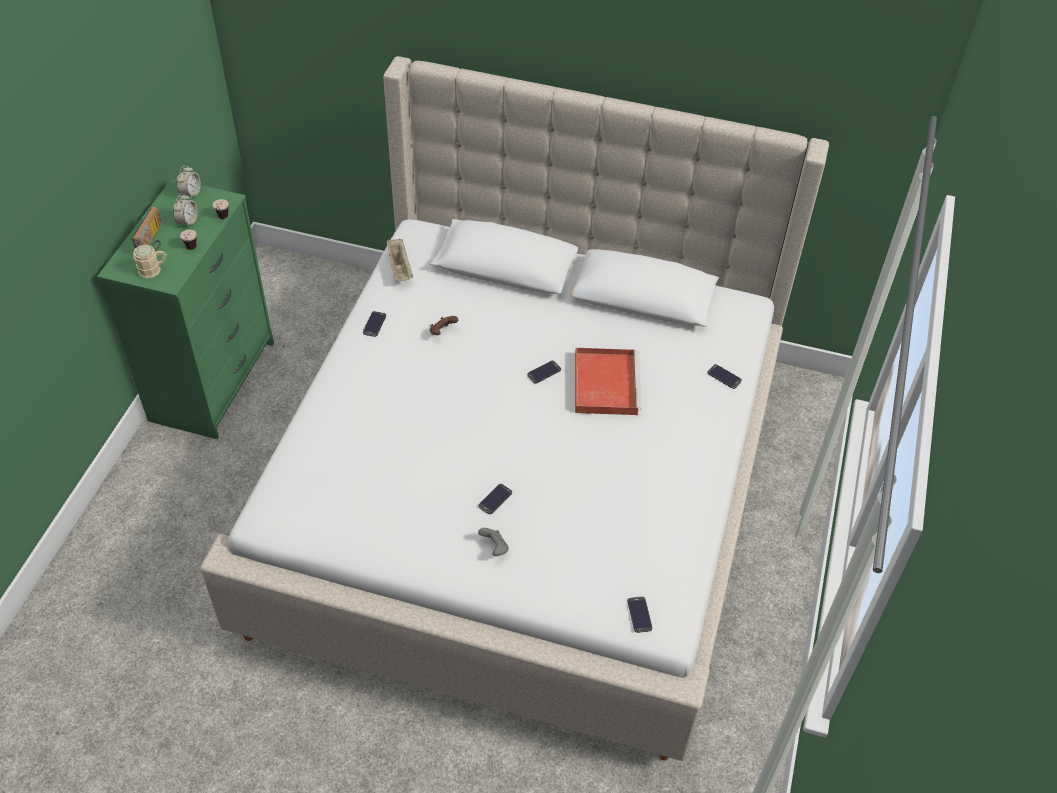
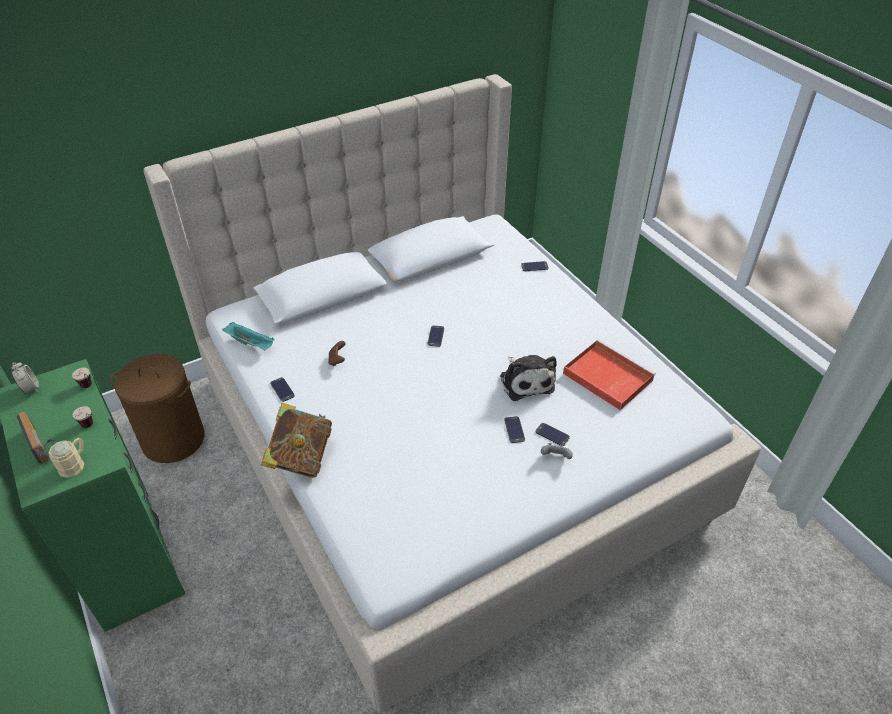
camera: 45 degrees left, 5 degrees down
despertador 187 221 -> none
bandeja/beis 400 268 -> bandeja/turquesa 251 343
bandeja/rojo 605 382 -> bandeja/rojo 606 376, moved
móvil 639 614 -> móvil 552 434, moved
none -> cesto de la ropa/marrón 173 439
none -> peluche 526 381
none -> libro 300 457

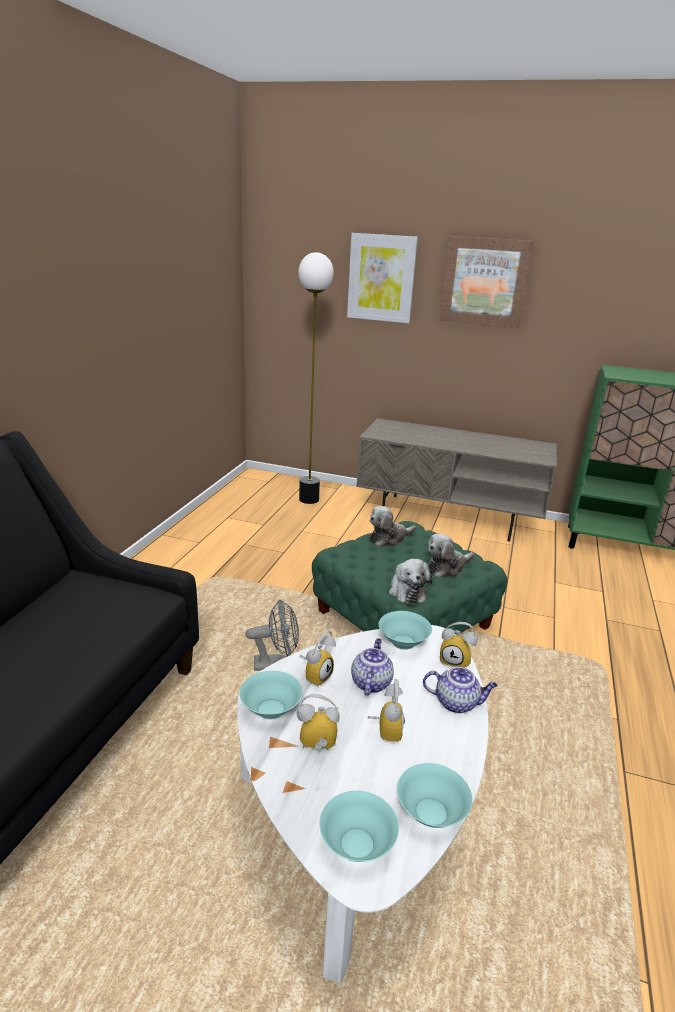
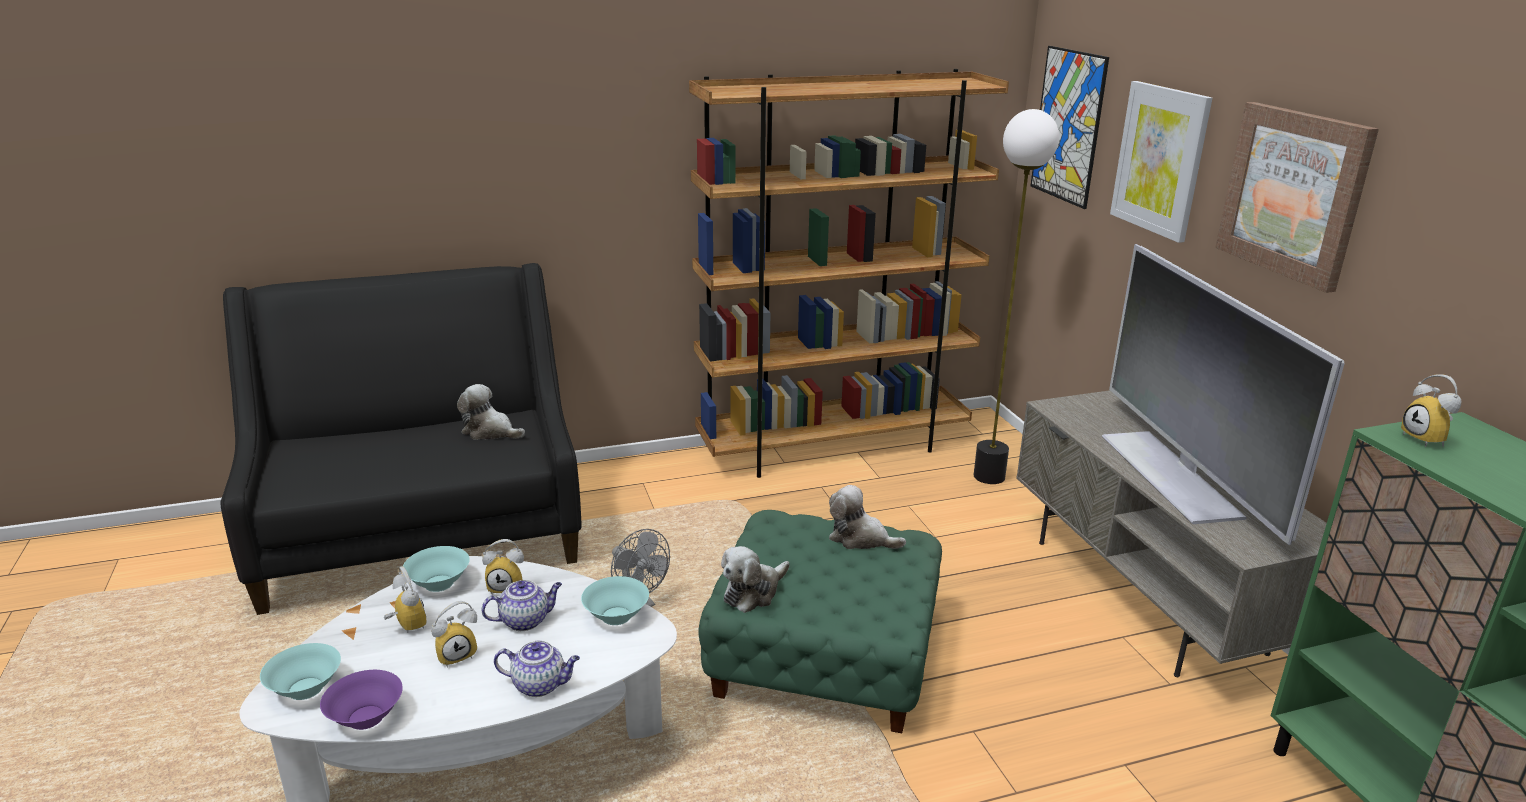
camera: 55 degrees right, 0 degrees up
peluche 447 567 -> peluche 490 431, moved
despertador 456 661 -> despertador 1428 440, moved
tetera 457 703 -> tetera 540 685, 60 degrees counterclockwise
cuenco/turquesa 432 813 -> cuenco/morado 365 718
none -> cuadro 1068 126
none -> estantería/marrón 833 447
none -> televisor 1172 474

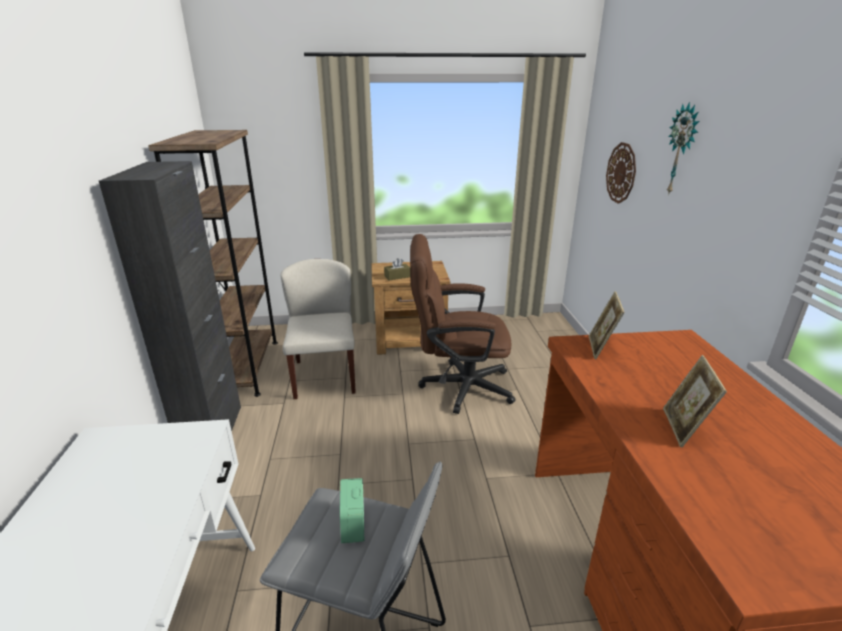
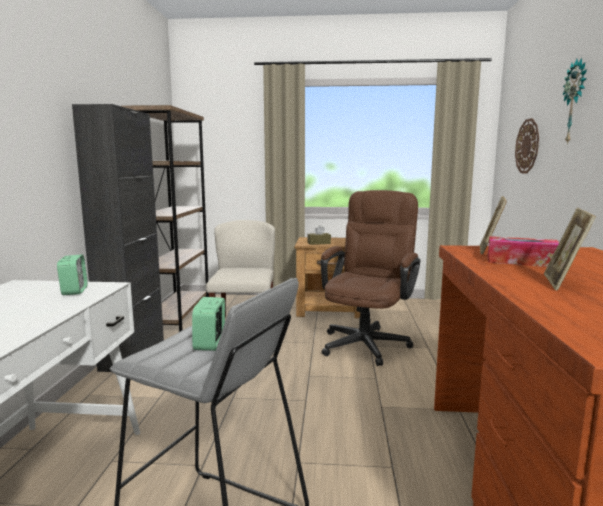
camera: 10 degrees right, 15 degrees down
silla de oficina/marrón 457 386 -> silla de oficina/marrón 367 341, 105 degrees clockwise
none -> caja de pañuelos 521 261
none -> despertador 74 291

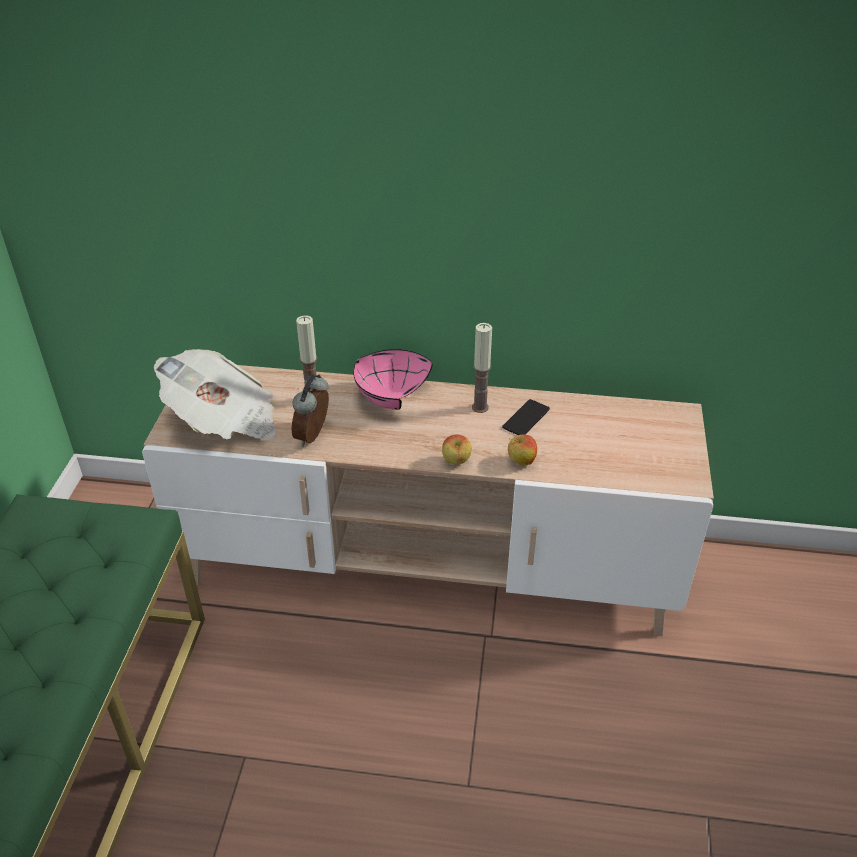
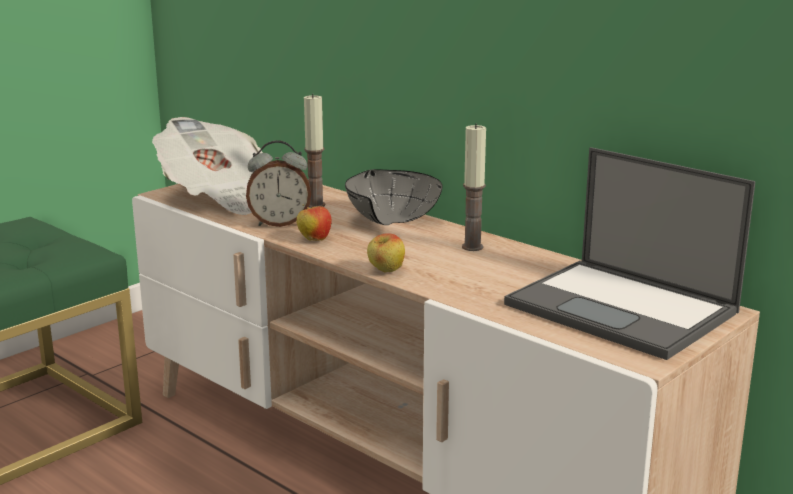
camera: 35 degrees right, 20 degrees down
cuenco/rosa 387 398 -> cuenco/gris 387 220
despertador 314 436 -> despertador 279 223, 150 degrees counterclockwise
móvil 526 418 -> none
manzana 521 461 -> manzana 314 240, moved
none -> portátil 624 309

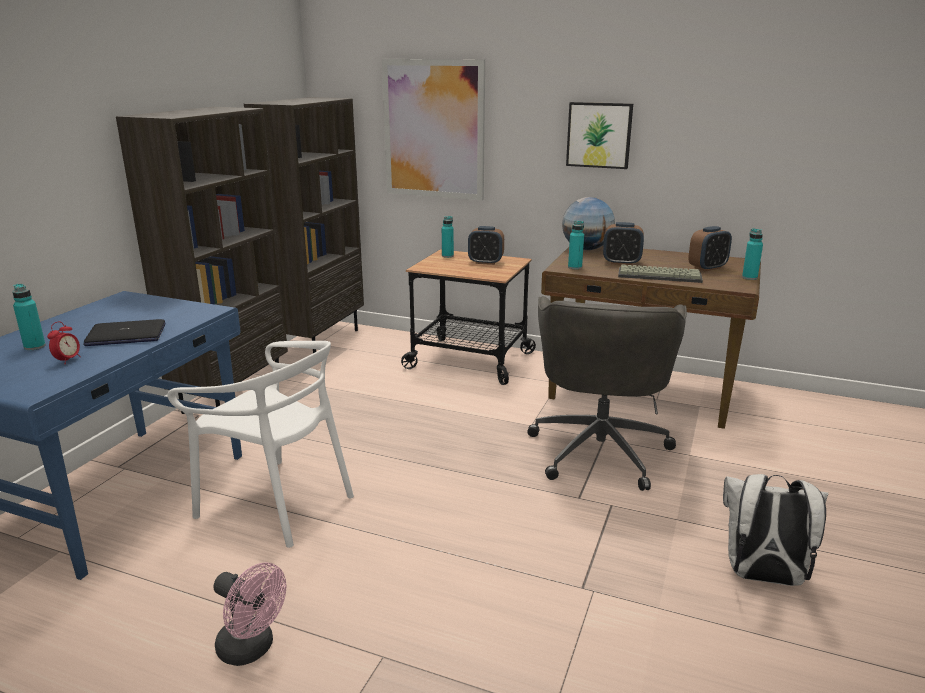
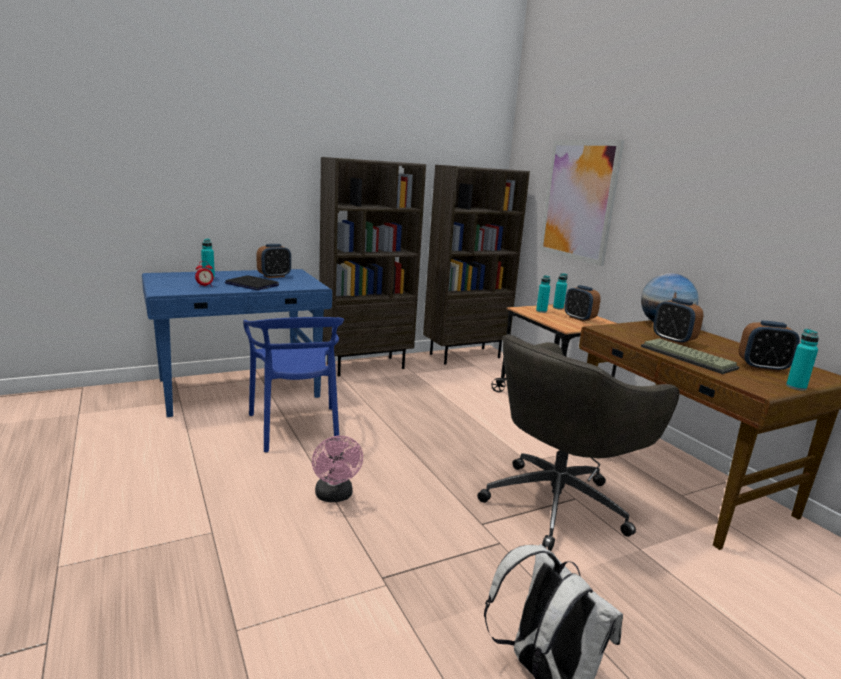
camera: 40 degrees right, 5 degrees down
cuadro 599 135 -> none
botella/turquesa 575 267 -> botella/turquesa 541 311, moved
silla/blanco 277 503 -> silla/azul 296 428
ventilador/rosa 252 649 -> ventilador/rosa 335 496, moved
none -> despertador 274 276

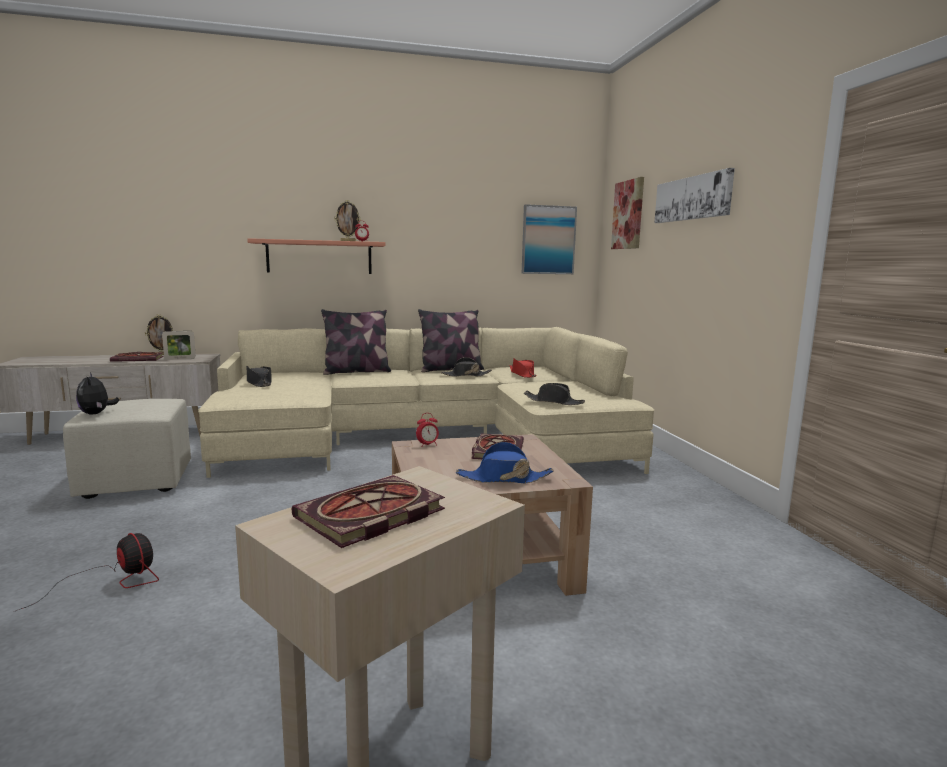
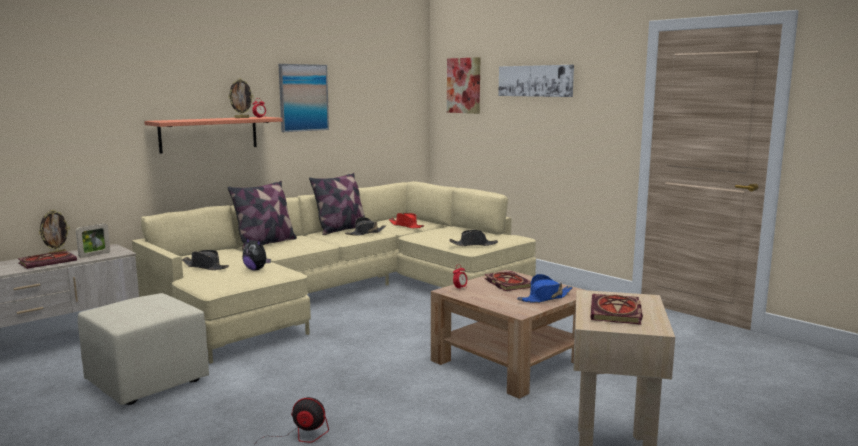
camera: 30 degrees left, 0 degrees up
cuadro 548 240 -> cuadro 303 97, moved
peluche 96 413 -> peluche 256 269, moved

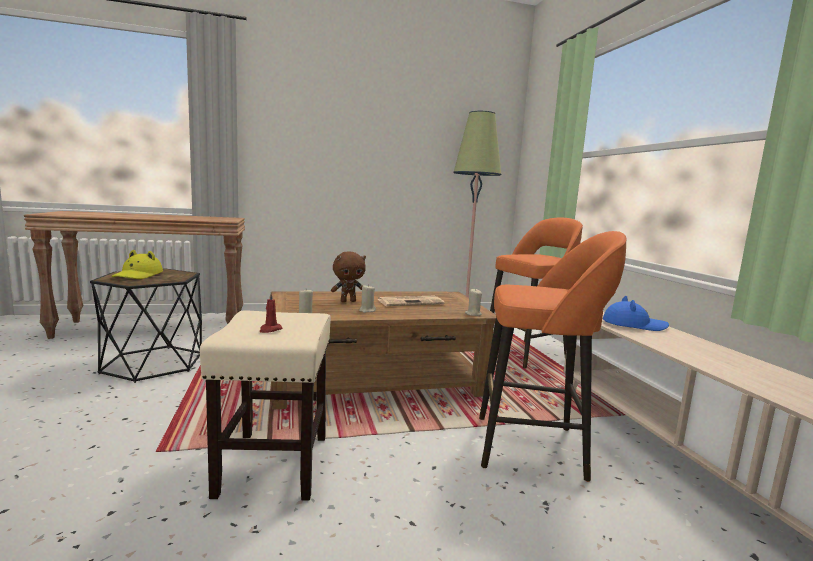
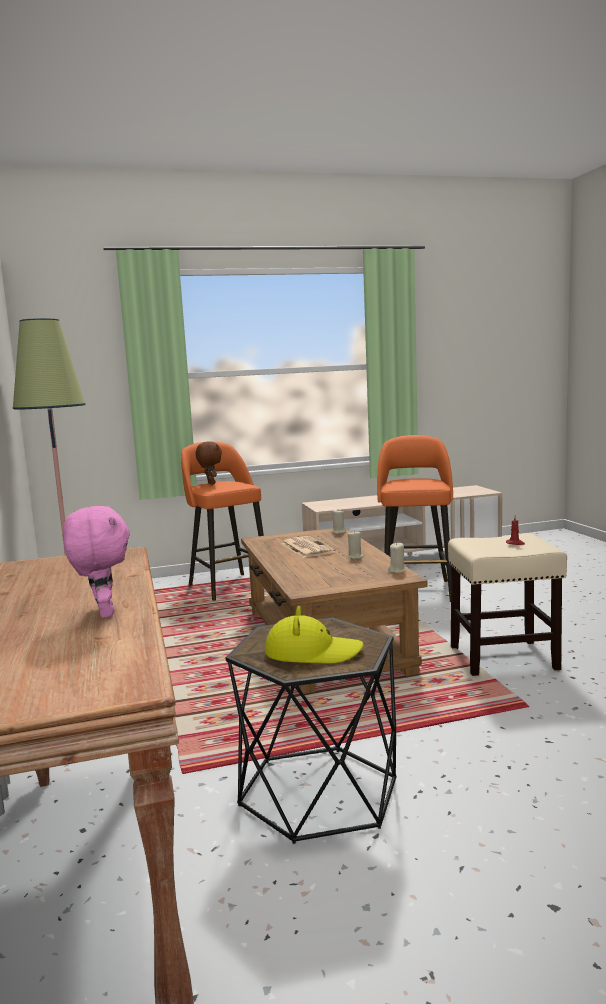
camera: 90 degrees left, 0 degrees up
peluche/marrón 348 301 -> peluche/marrón 210 483, moved
sombrero/azul 633 325 -> none
none -> peluche/rosa 103 613

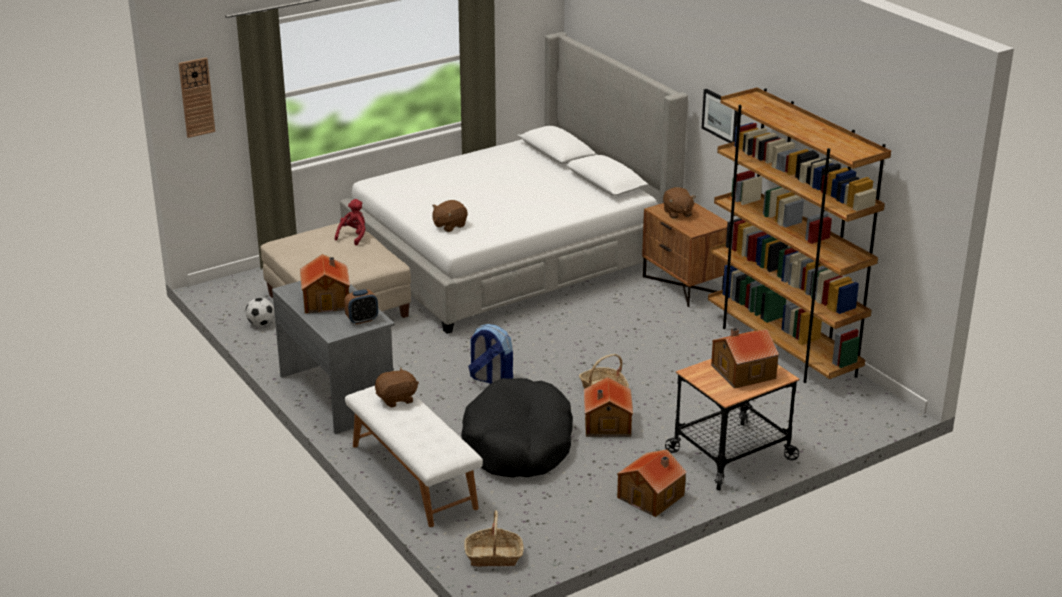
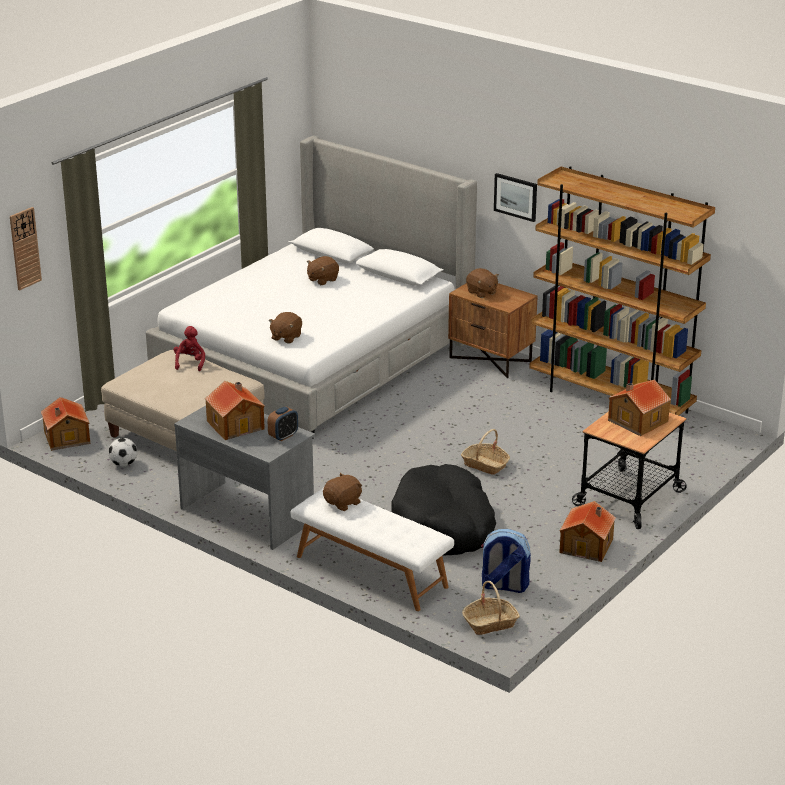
camera: 20 degrees left, 0 degrees up
mochila 491 380 -> mochila 504 586, moved
casita 606 424 -> casita 66 438, moved
none -> peluche/marrón 322 280

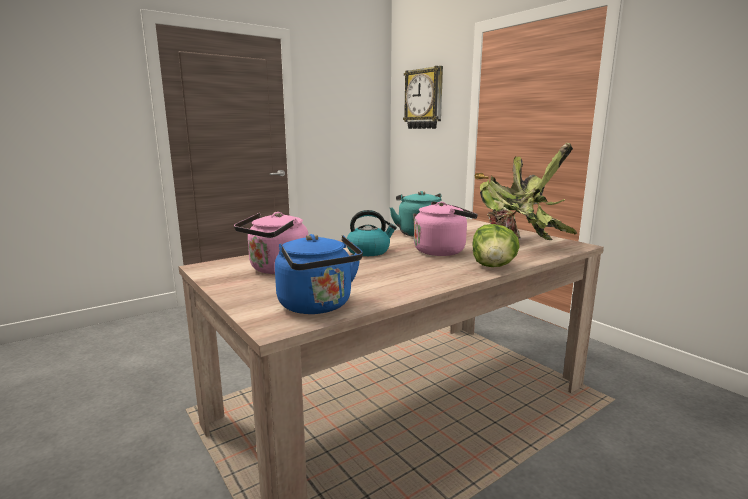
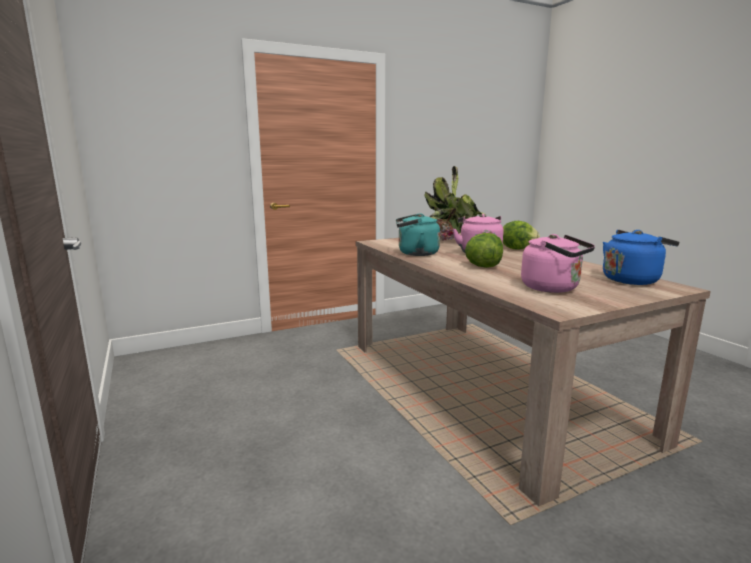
camera: 80 degrees left, 0 degrees up
reloj de pared 424 99 -> none
hervidor 369 251 -> lechuga 483 266

